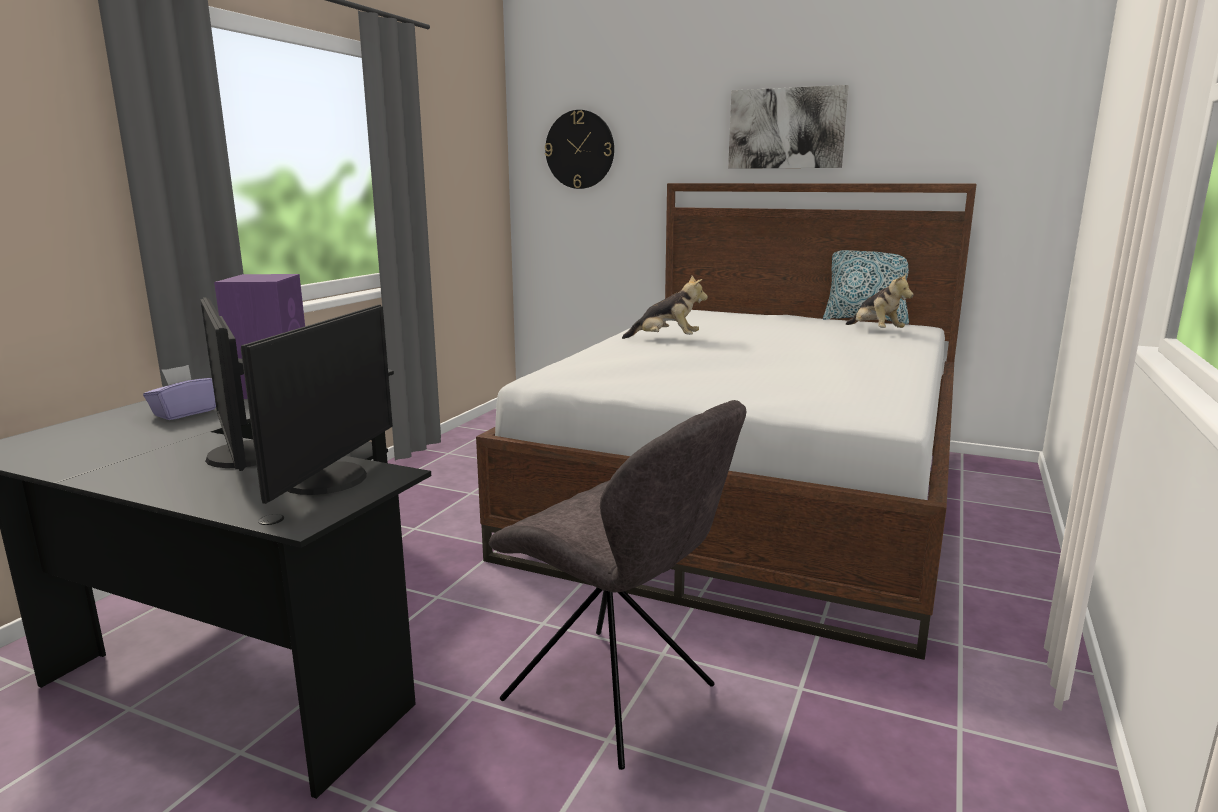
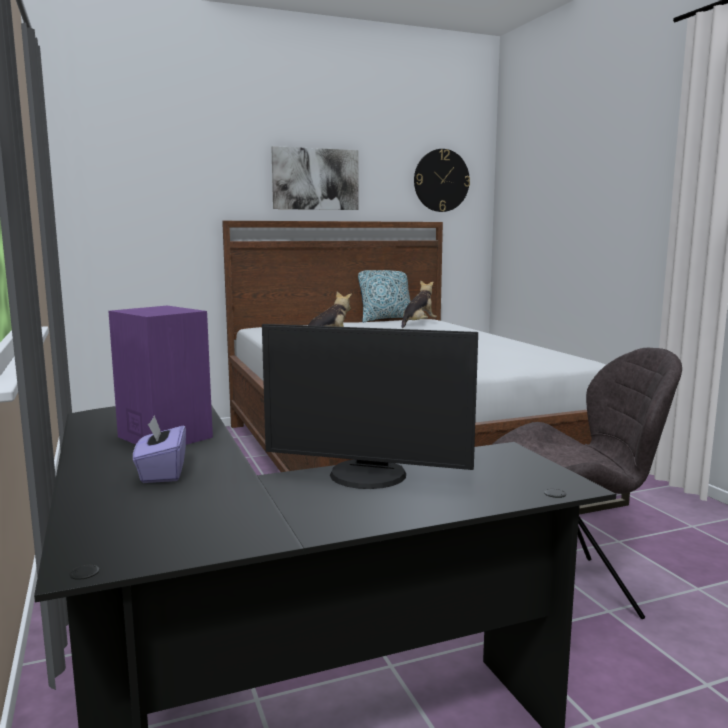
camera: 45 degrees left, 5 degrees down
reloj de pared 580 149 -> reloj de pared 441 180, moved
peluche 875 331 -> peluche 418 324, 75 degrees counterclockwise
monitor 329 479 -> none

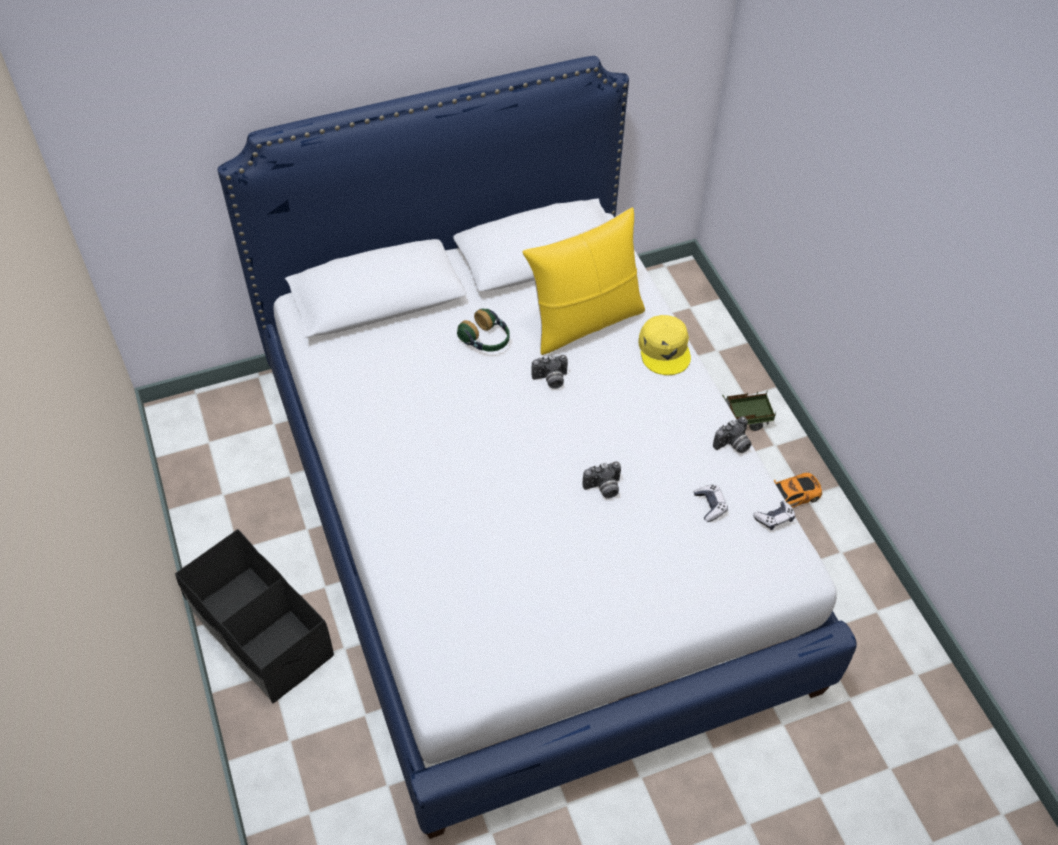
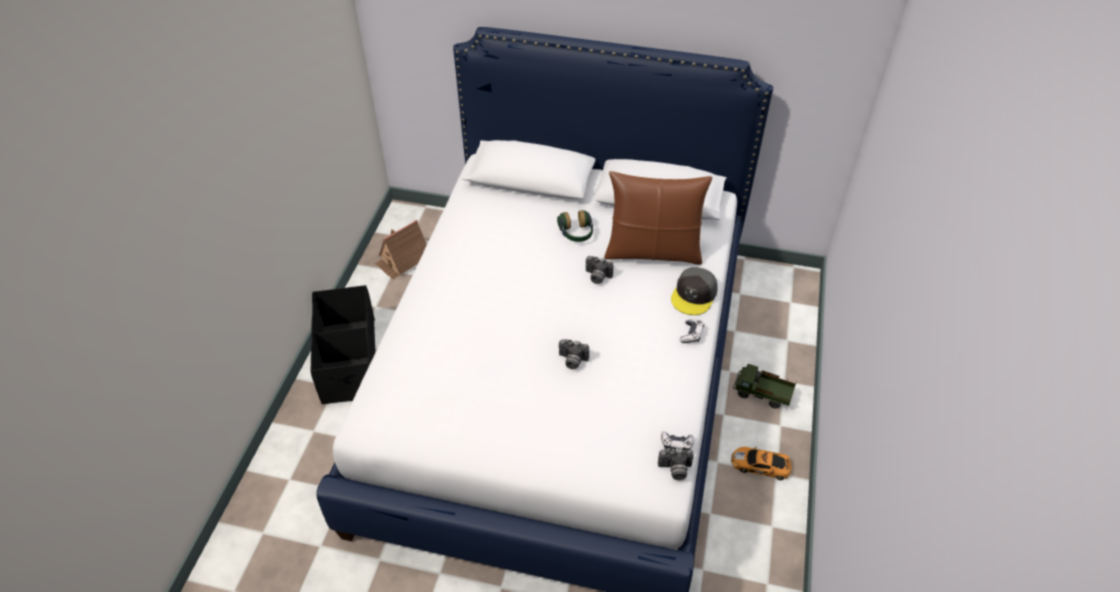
camera: 35 degrees right, 5 degrees down
cojín/amarillo 584 321 -> cojín/marrón 653 251
gorra/amarillo 664 349 -> gorra/gris 694 295
cámara 733 445 -> cámara 675 470, moved
mando de consola 710 505 -> mando de consola 691 334, moved
none -> casita 403 260

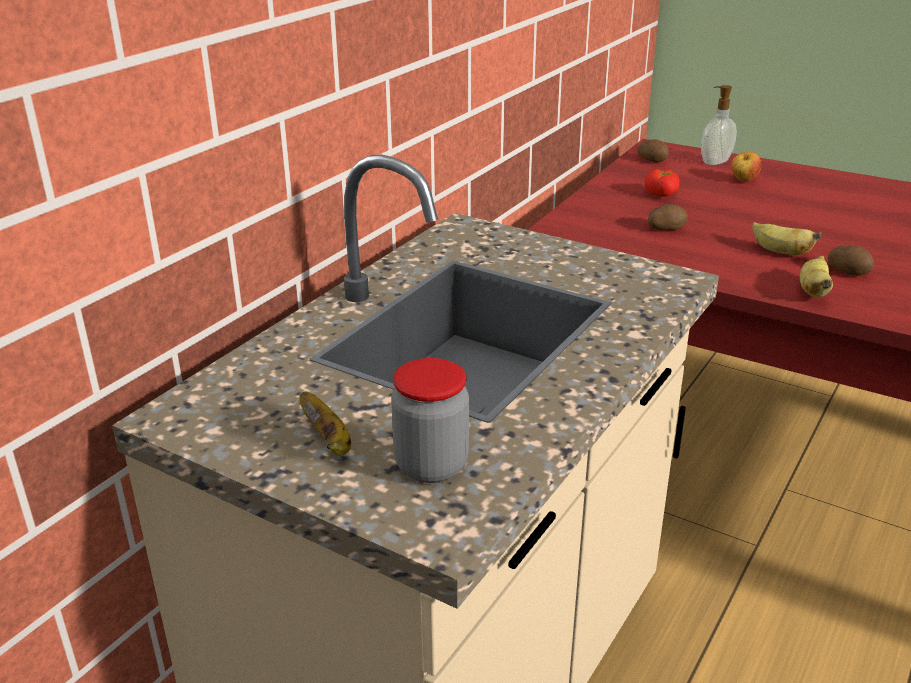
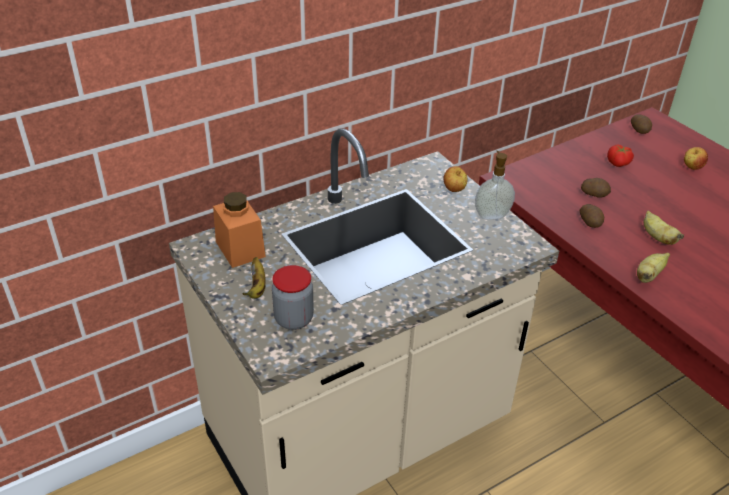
camera: 25 degrees right, 10 degrees up
dispensador de jabón 714 162 -> dispensador de jabón 491 215, moved
patata 848 271 -> patata 590 222, moved
none -> manzana 454 190
none -> tarro/naranja 240 249

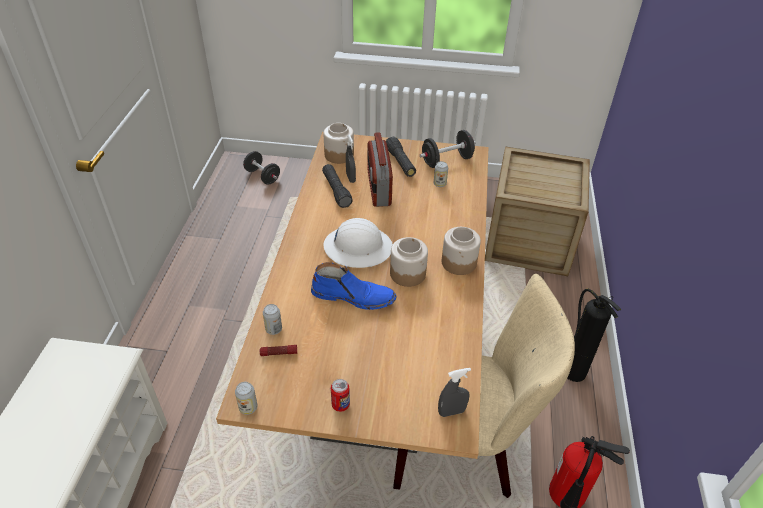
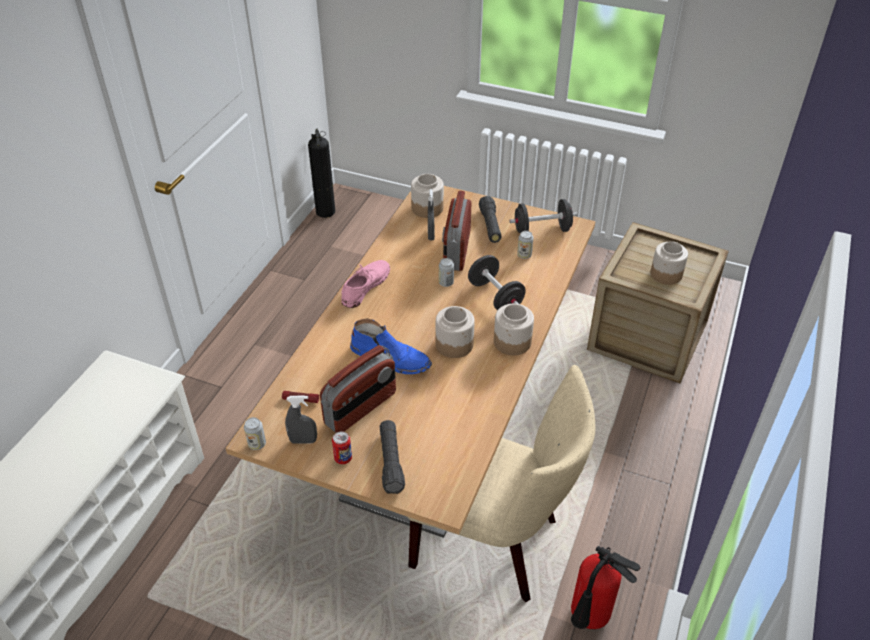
camera: 15 degrees right, 0 degrees up
mancuerna/negro 262 176 -> mancuerna/negro 495 296, moved
linterna/negro 336 191 -> linterna/negro 391 462, moved
casco/blanco 358 247 -> none
extintor 573 371 -> extintor 325 211, moved
lata 274 329 -> lata 446 283, moved
pulverizador/gris 451 412 -> pulverizador/gris 303 440, moved
none -> tarro 666 274
none -> zapato/rosa 365 286
none -> radio 361 408

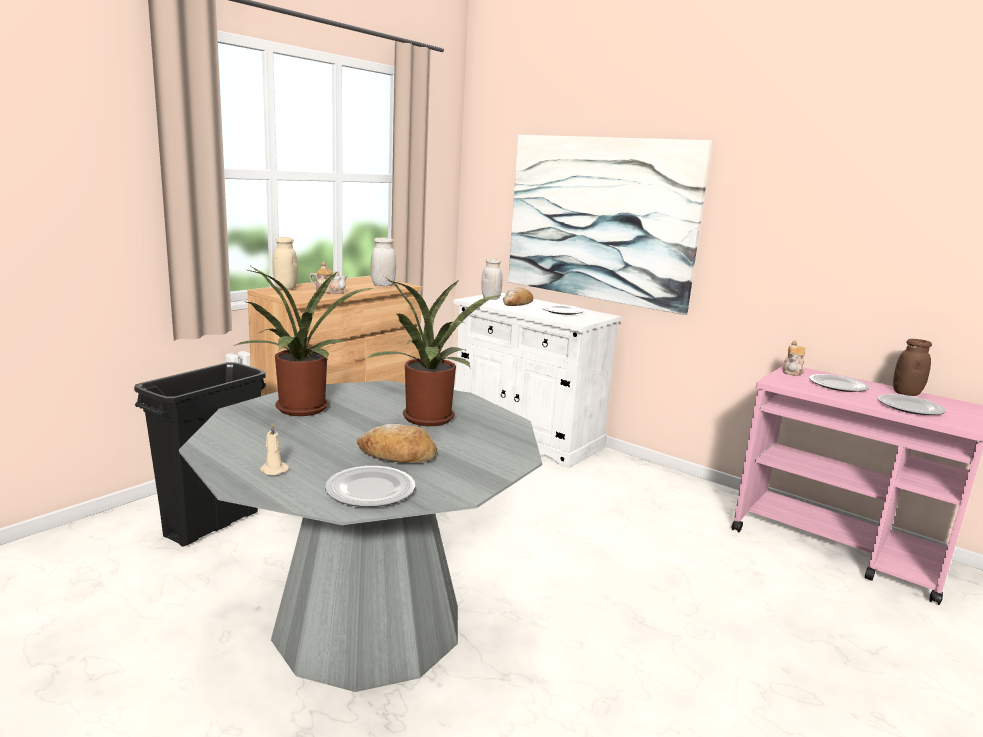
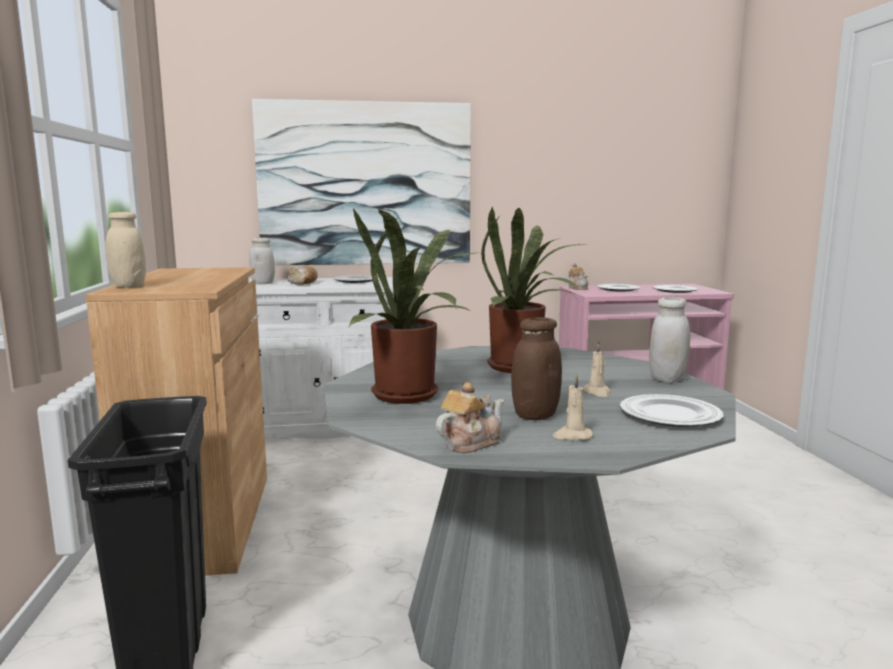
camera: 45 degrees left, 5 degrees down
tarro/blanco 383 285 -> tarro/blanco 667 379, moved
tetera 329 291 -> tetera 470 443, moved
tarro/marrón 906 393 -> tarro/marrón 535 415, moved
pan 397 456 -> vela/beis 597 392

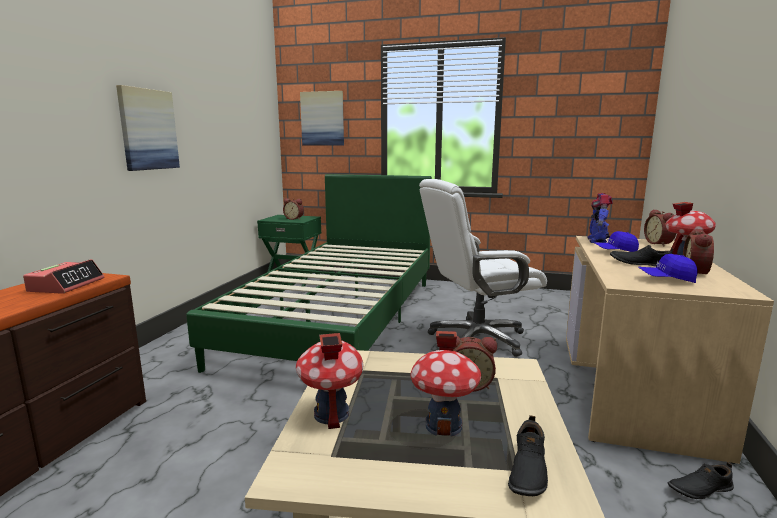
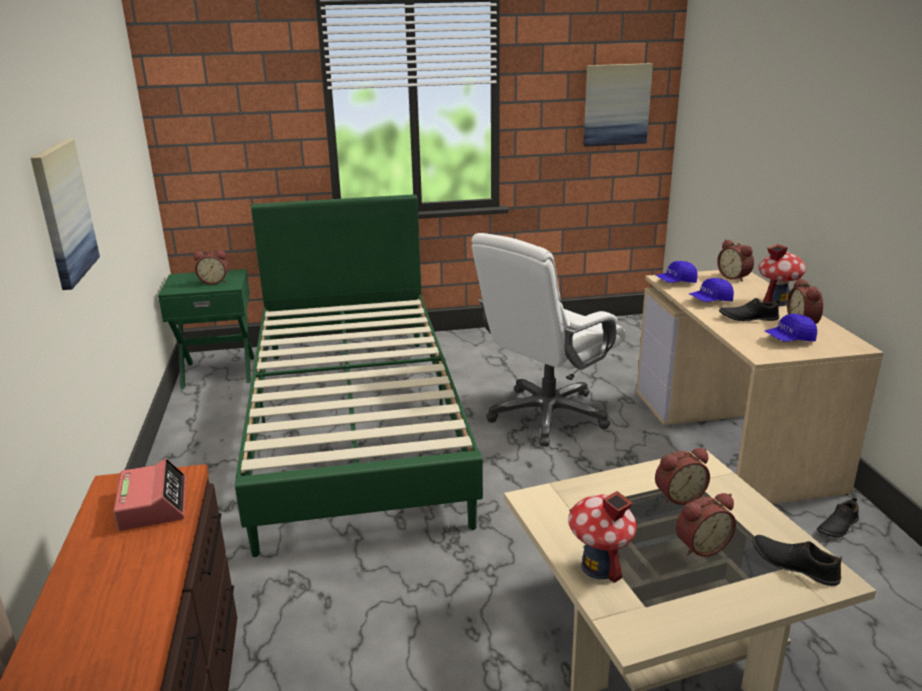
camera: 25 degrees left, 10 degrees up
cuadro 322 118 -> cuadro 616 105, moved
robot de juguete 597 241 -> gorra/azul 676 282
casita 443 425 -> despertador 700 546
zapato/negro 527 470 -> zapato/negro 794 564, 135 degrees clockwise

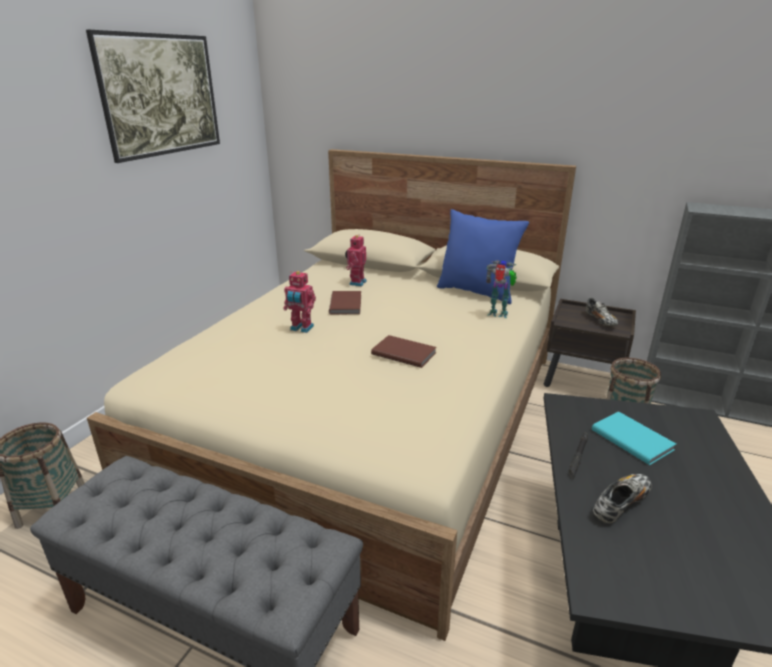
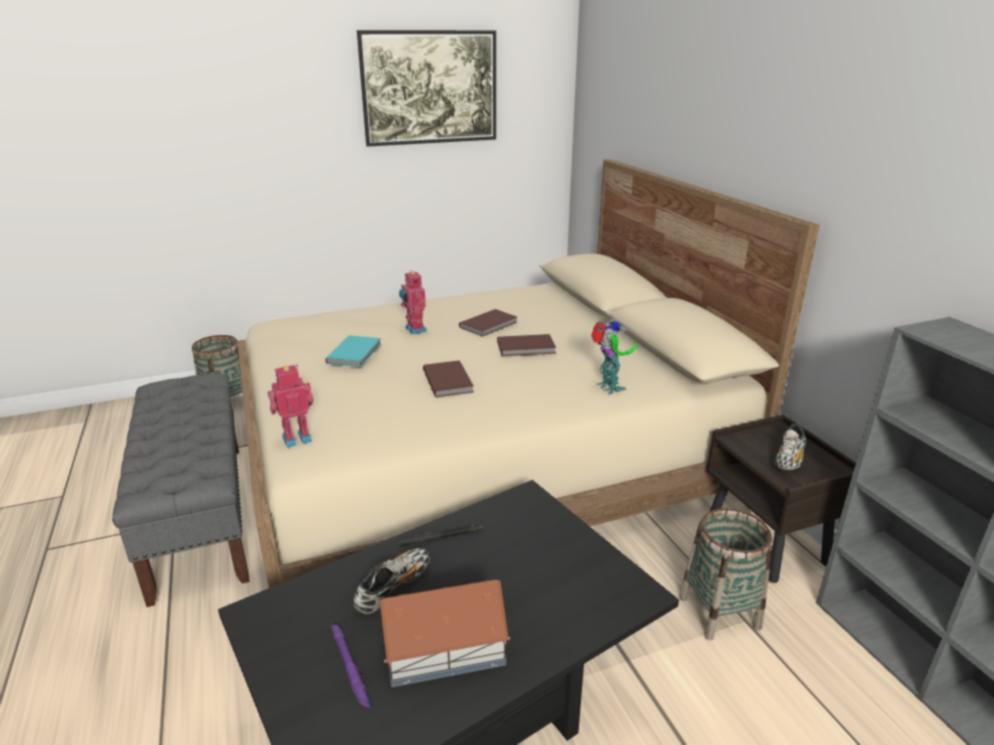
camera: 45 degrees right, 0 degrees up
cojín/azul 477 292 -> none
robot de juguete 356 283 -> robot de juguete 296 438, moved
libro/turquesa 632 438 -> libro/turquesa 356 353, moved
zapato 621 504 -> zapato 393 588, 60 degrees counterclockwise
none -> libro/marrón 527 348
none -> casita 445 646
none -> linterna/morado 350 668

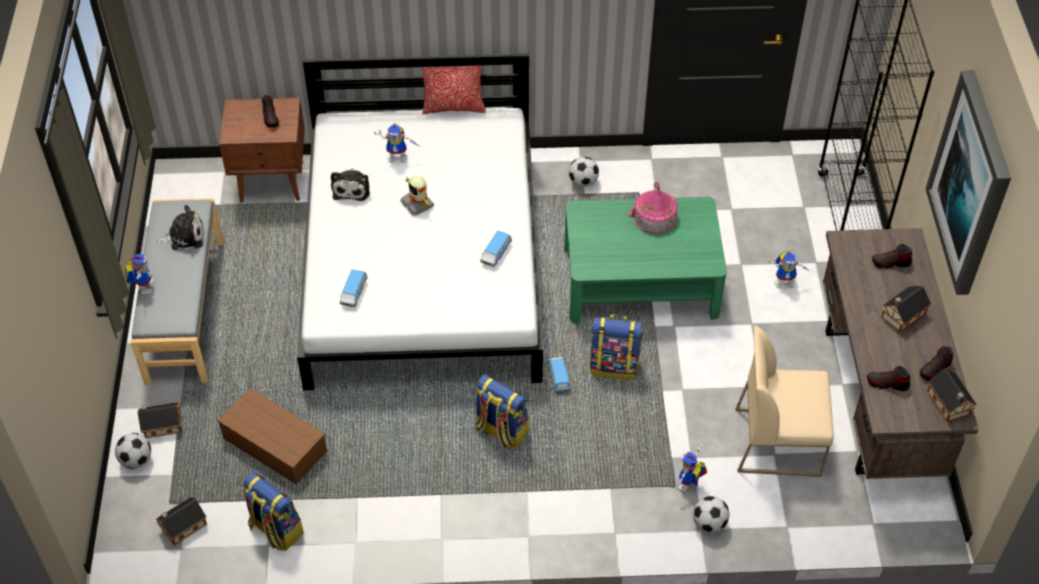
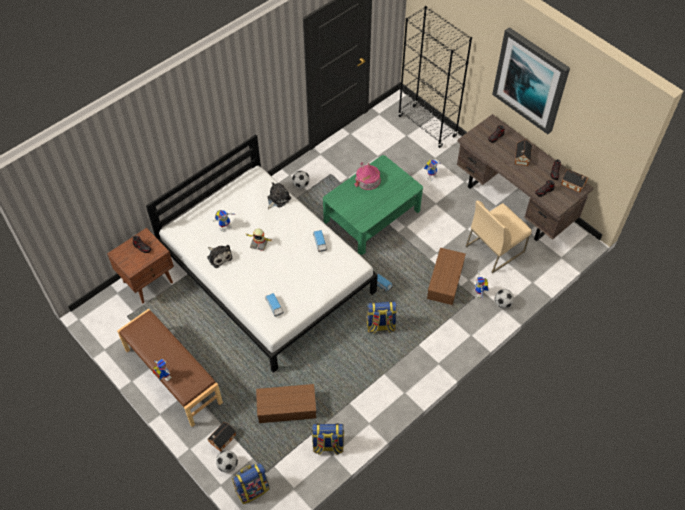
camera: 40 degrees left, 5 degrees up
cojín 454 107 -> none
banco/gris 184 310 -> banco/marrón 172 376
peluche 184 236 -> peluche 277 199, moved
mochila 614 365 -> mochila 252 489, moved
casita 182 527 -> none
none -> caja de almacenaje/marrón 445 281

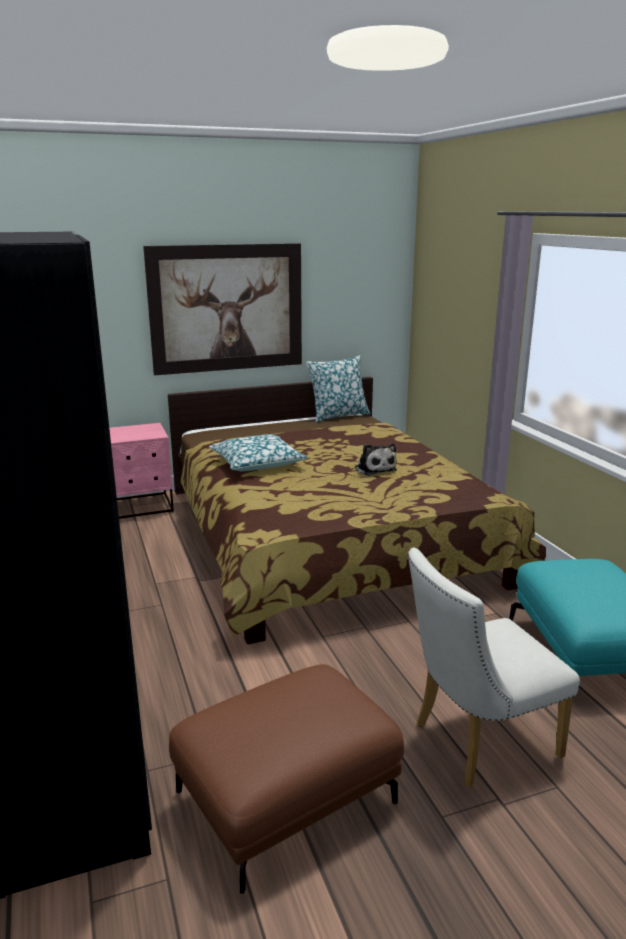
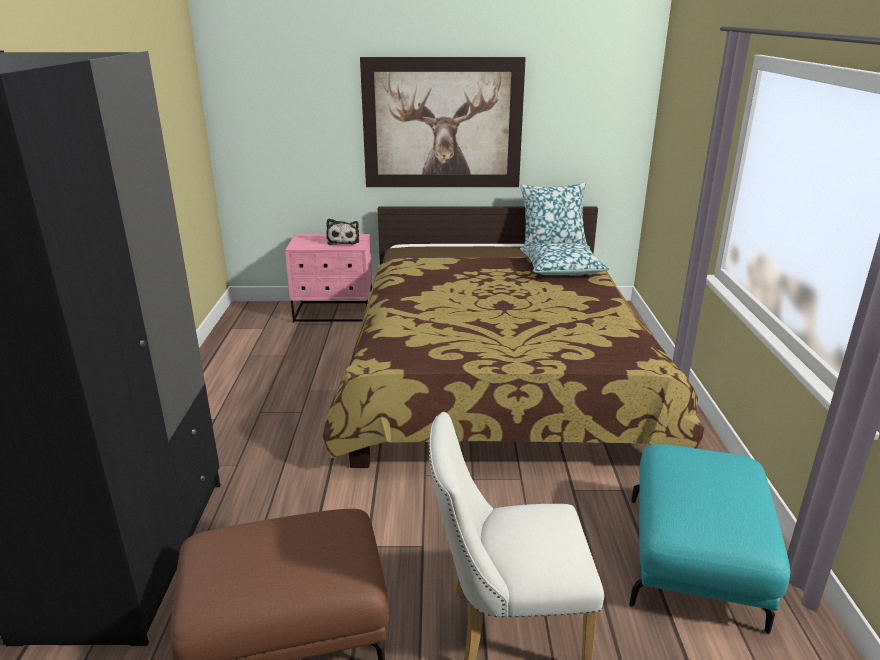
camera: 20 degrees right, 5 degrees up
cojín 257 463 -> cojín 561 269, moved
peluche 374 469 -> peluche 343 241, moved

